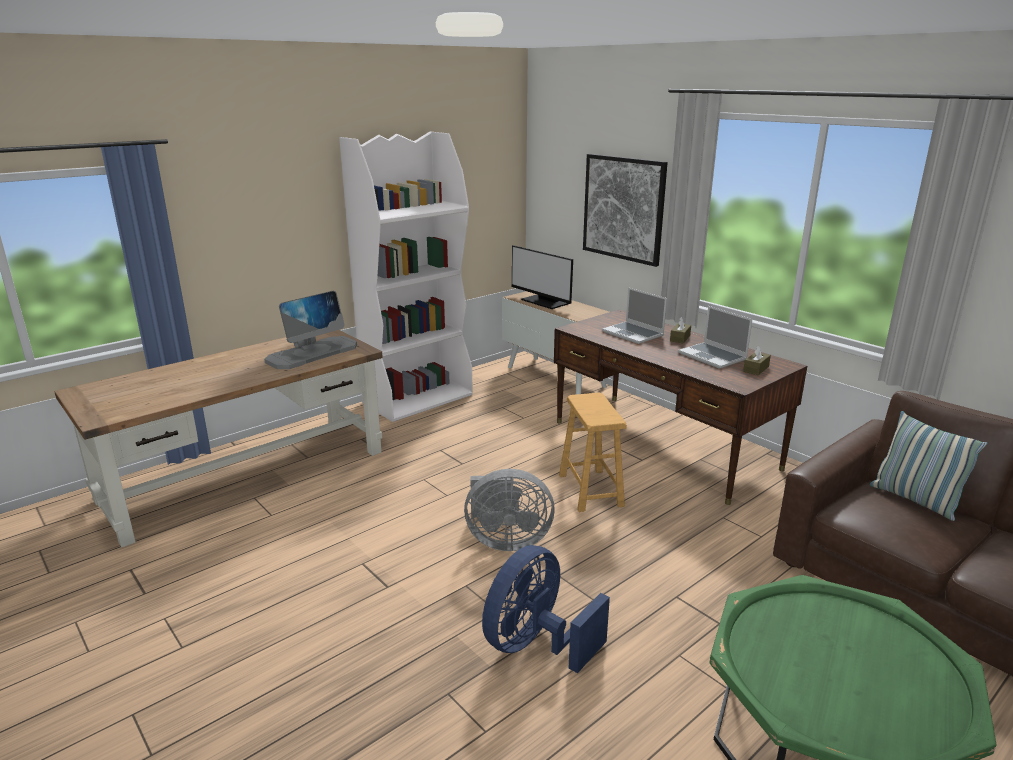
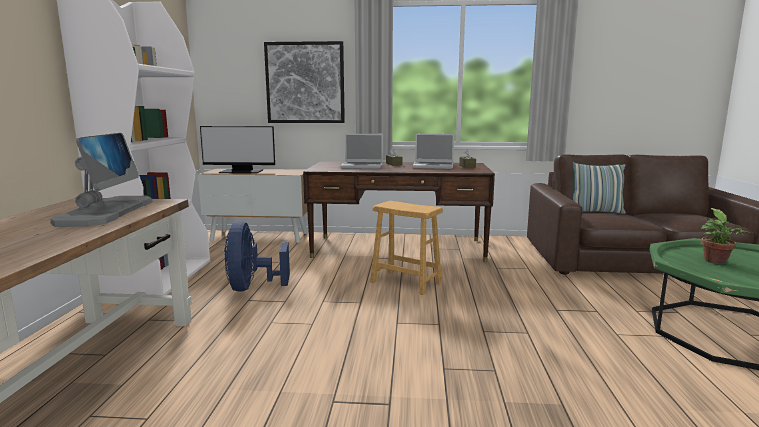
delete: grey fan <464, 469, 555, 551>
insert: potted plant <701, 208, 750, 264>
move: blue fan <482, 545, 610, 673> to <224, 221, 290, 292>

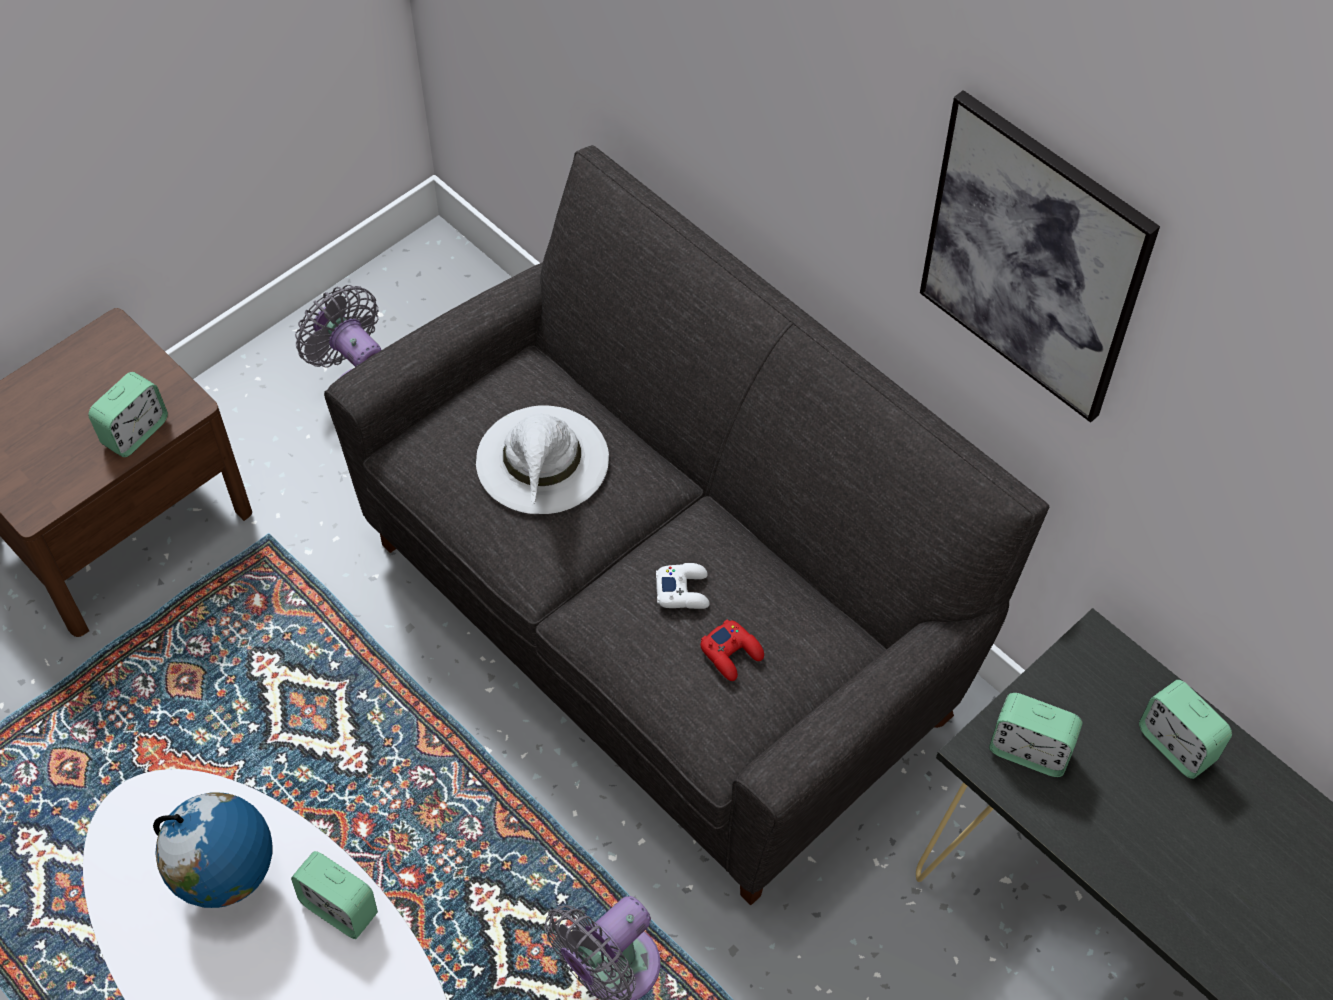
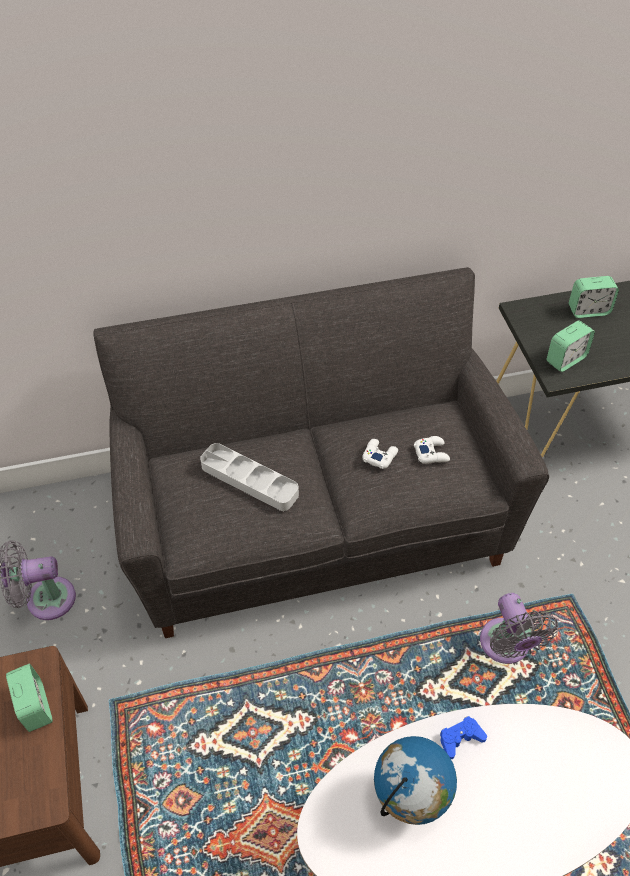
delete: picture <920, 90, 1160, 423>
replace: white hat <476, 405, 609, 514> to grey tray <200, 443, 299, 511>; alarm clock <291, 851, 378, 939> to blue game controller <440, 716, 487, 759>
recolor: red game controller <700, 619, 764, 681> to white game controller <414, 436, 450, 464>

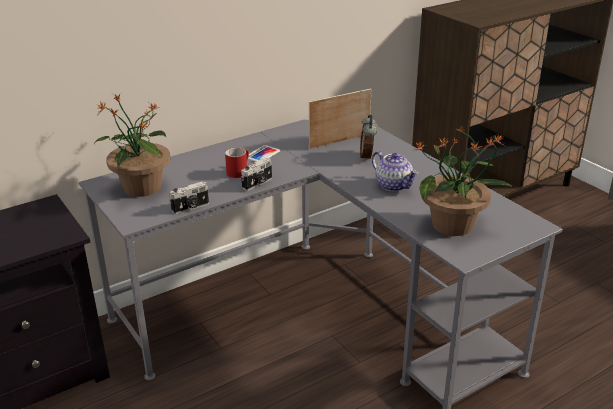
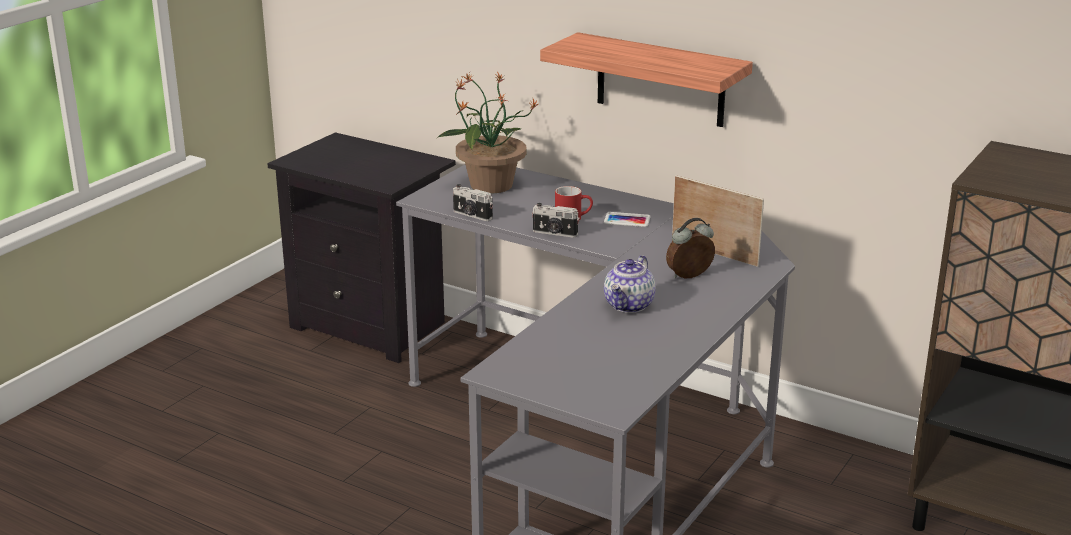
delete: potted plant <411, 126, 513, 236>
insert: shelf <540, 32, 753, 127>

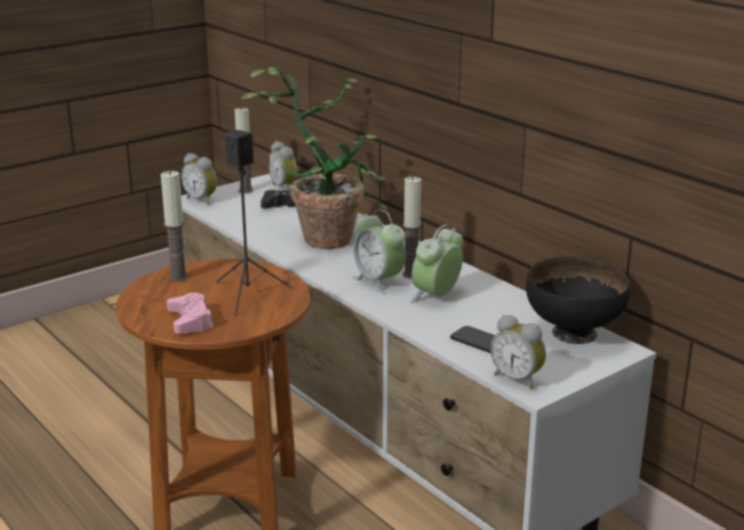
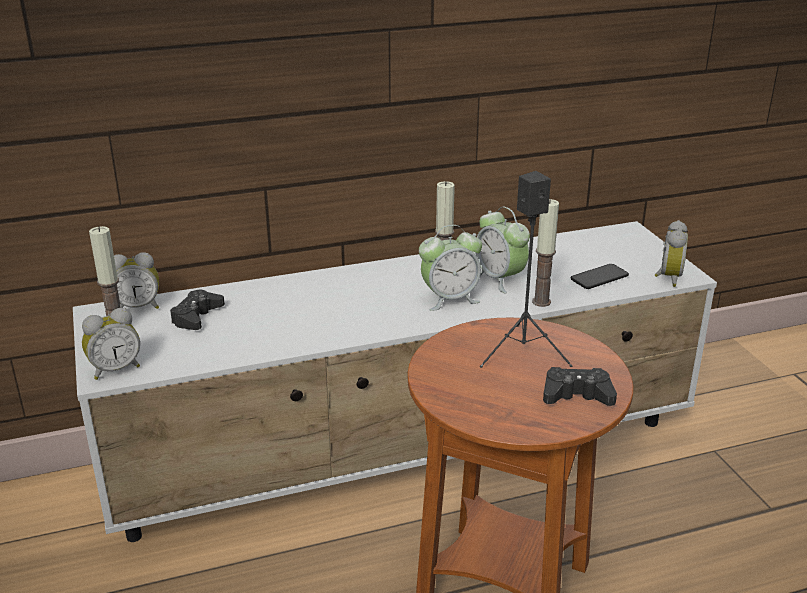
delete: potted plant <241, 66, 388, 249>; black bowl <526, 257, 631, 344>
move: candle <161, 170, 188, 282> to <532, 199, 559, 307>
recolor: pink game controller <167, 293, 213, 334> to black game controller <543, 367, 617, 406>
rotate: alarm clock <491, 315, 546, 390> = <655, 220, 688, 287> 45 degrees counterclockwise

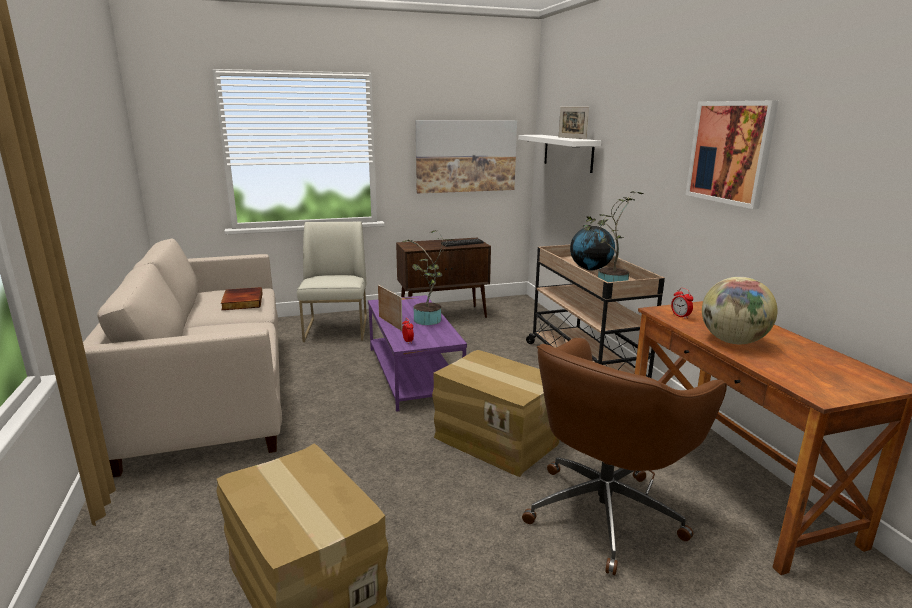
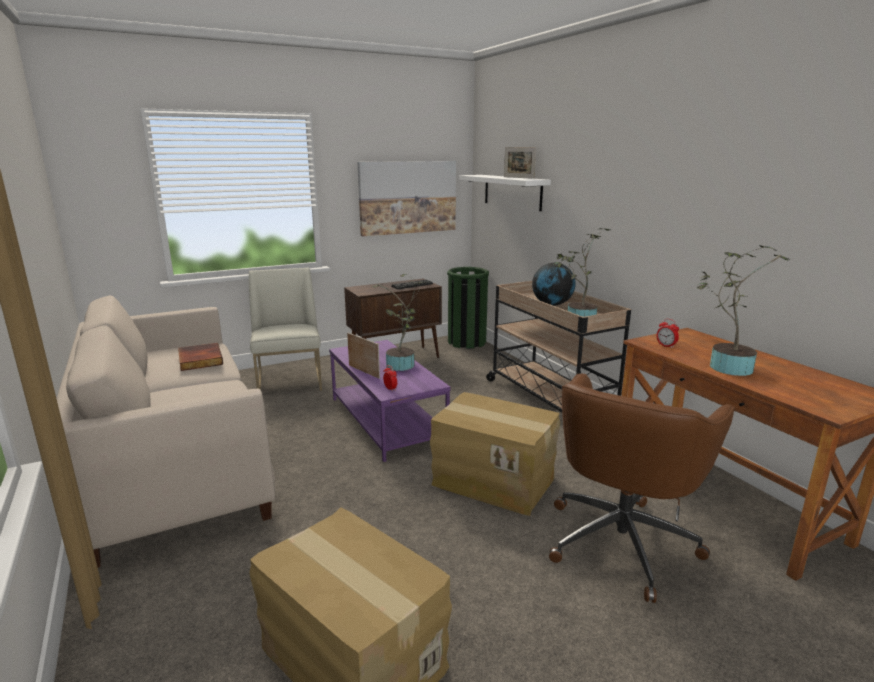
delete: picture <686, 101, 779, 209>
insert: green trash can <447, 267, 489, 349>
replace: globe <702, 277, 778, 344> to potted plant <697, 245, 788, 376>

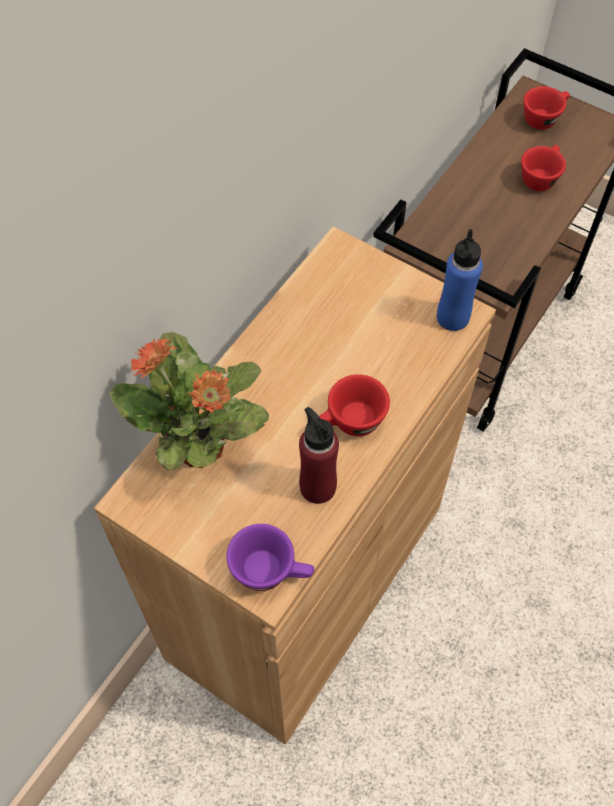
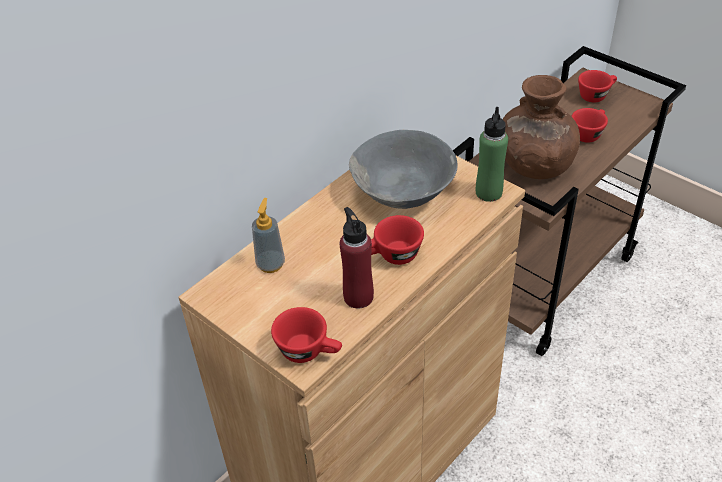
insert: brown vase <503, 75, 580, 179>; grey bowl <349, 130, 458, 209>
replace: potted plant <109, 332, 269, 470> to soap dispenser <252, 198, 285, 273>
recolor: blue bottle <437, 229, 483, 331> to green bottle <476, 107, 508, 202>; purple cup <226, 524, 314, 591> to red cup <271, 307, 342, 363>

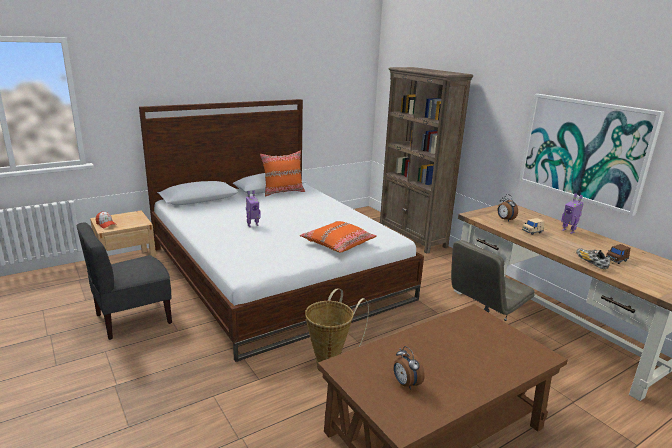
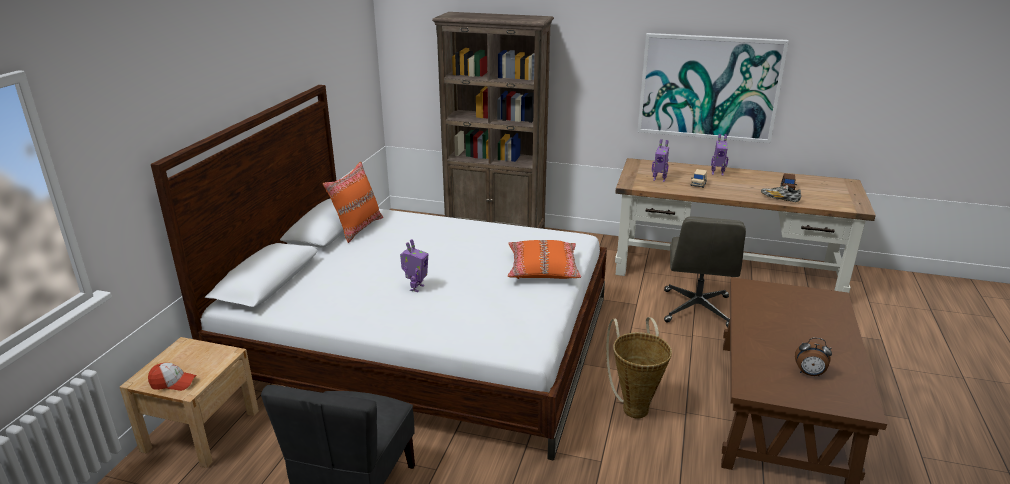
replace: alarm clock <497, 194, 518, 222> to toy robot <652, 139, 669, 182>

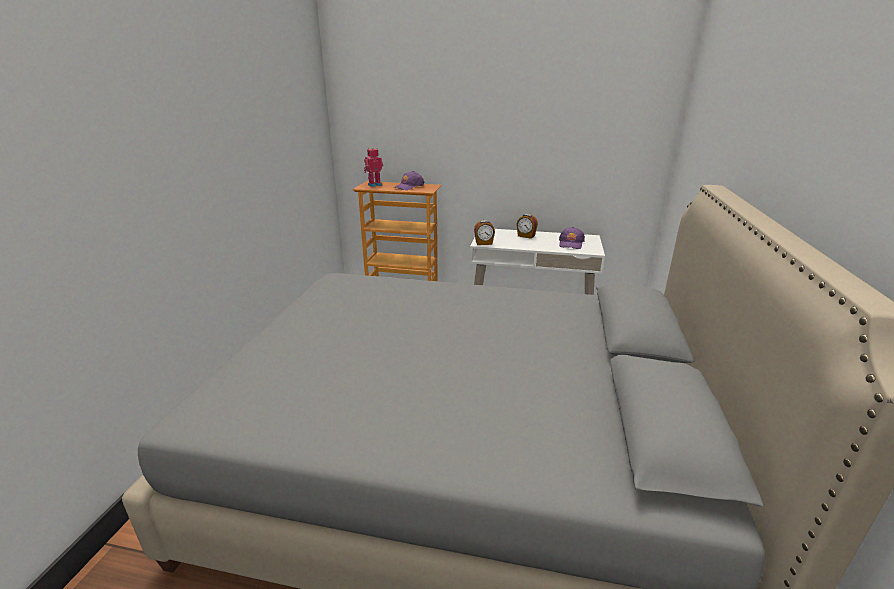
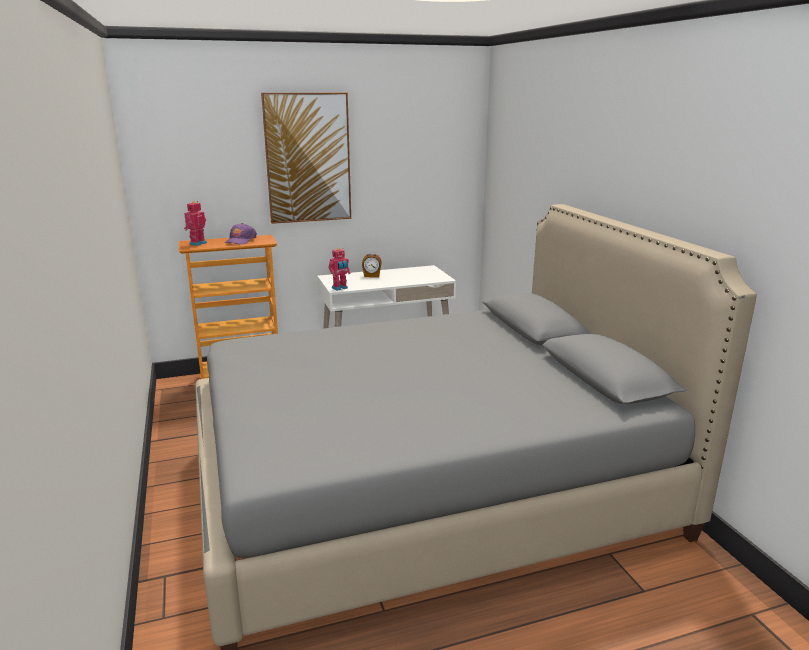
delete: purple cap <559, 227, 585, 249>
insert: picture <261, 93, 351, 224>
replace: alarm clock <474, 220, 495, 245> to toy robot <328, 248, 351, 291>

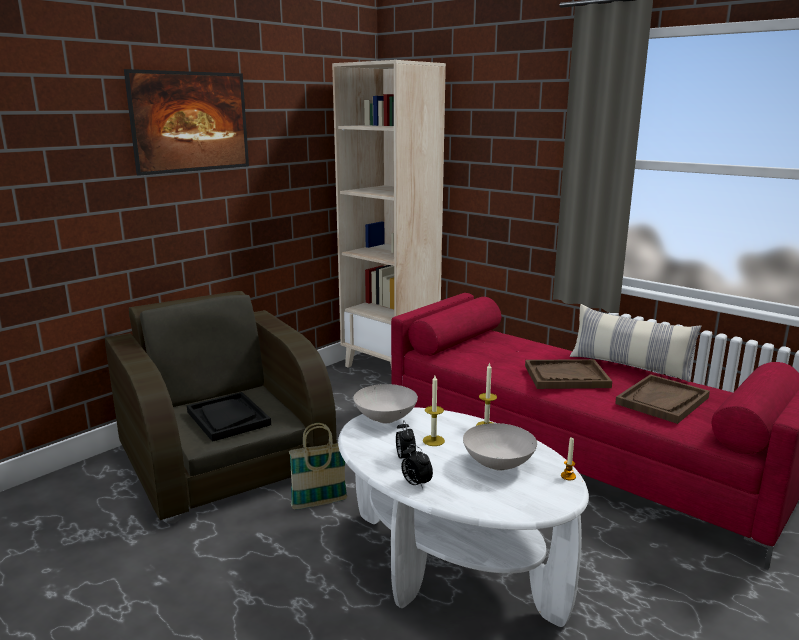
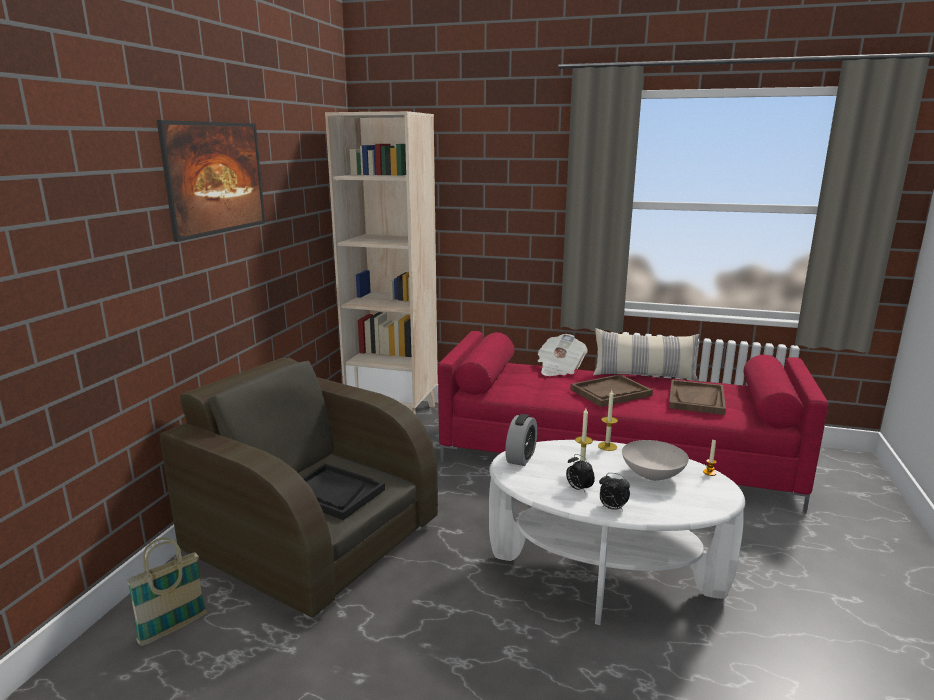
insert: newspaper <538, 334, 587, 376>
move: basket <289, 423, 347, 510> to <126, 537, 207, 646>
replace: white bowl <353, 384, 418, 424> to alarm clock <505, 414, 537, 466>

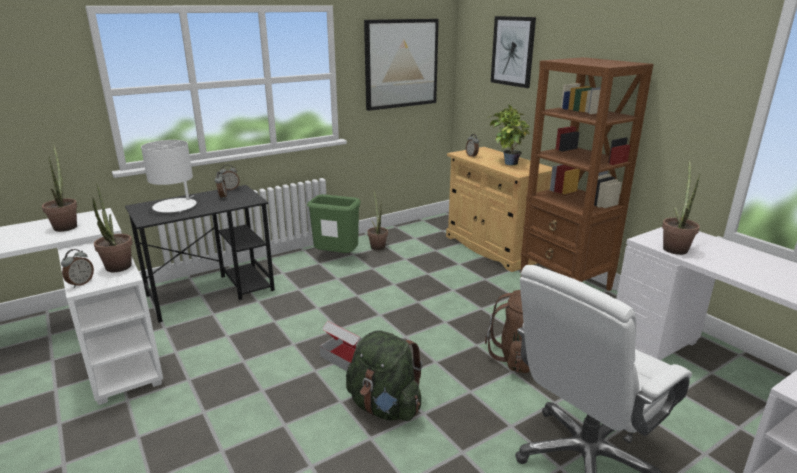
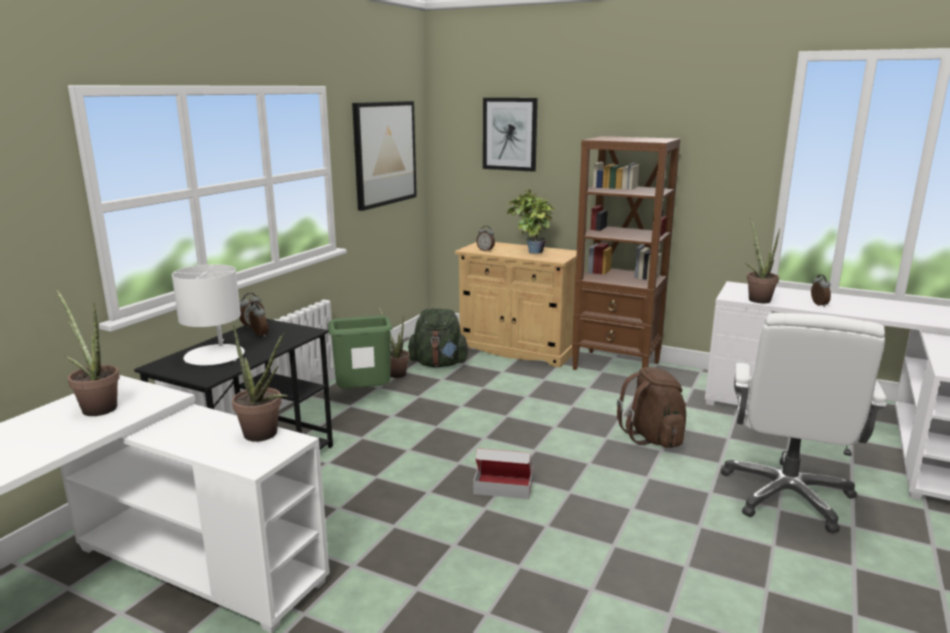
move: alarm clock <61, 249, 94, 288> to <811, 274, 831, 307>; green backpack <346, 330, 423, 421> to <408, 309, 470, 367>

